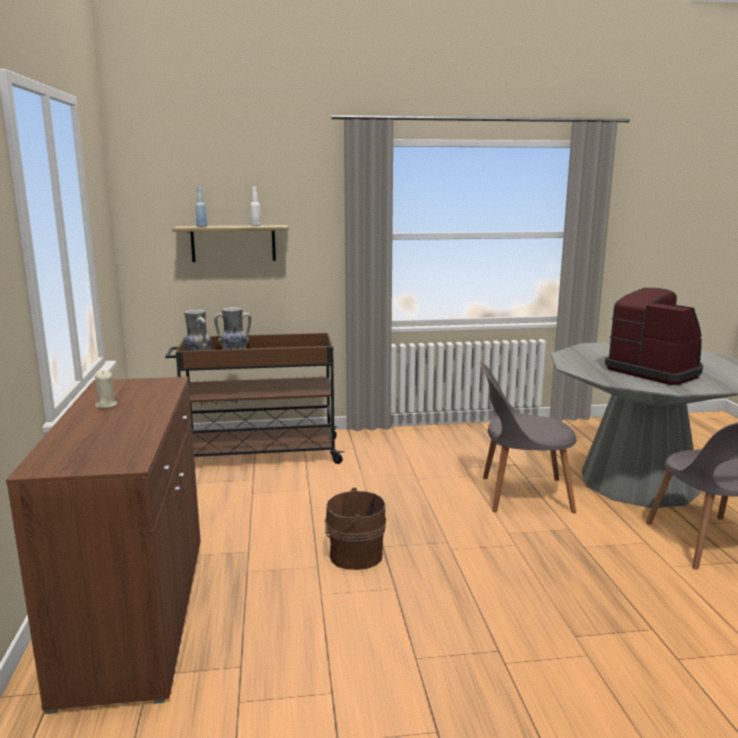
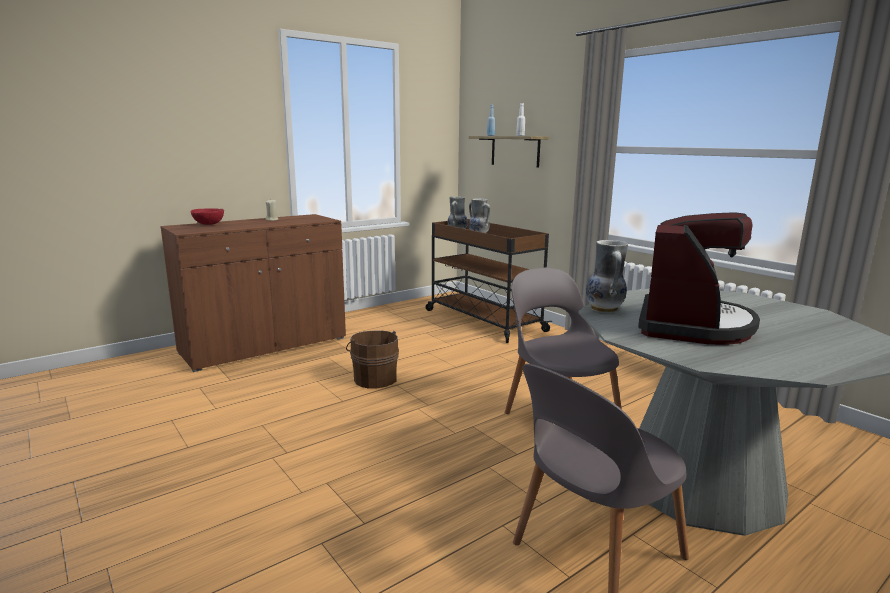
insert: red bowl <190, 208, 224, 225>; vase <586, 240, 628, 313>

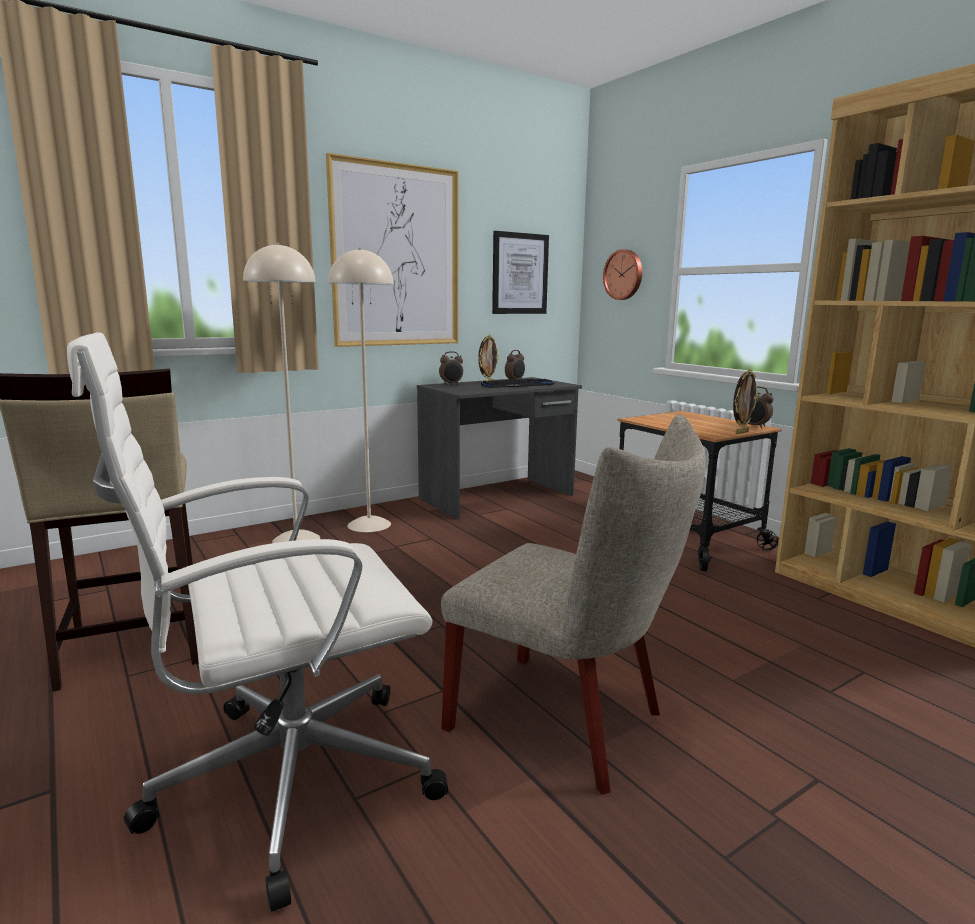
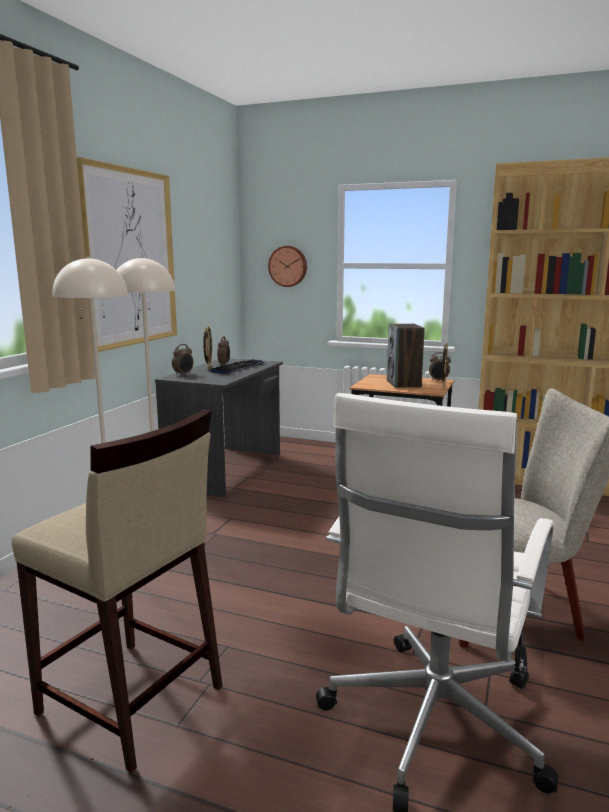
delete: picture <492, 231, 549, 314>
insert: speaker <387, 323, 425, 388>

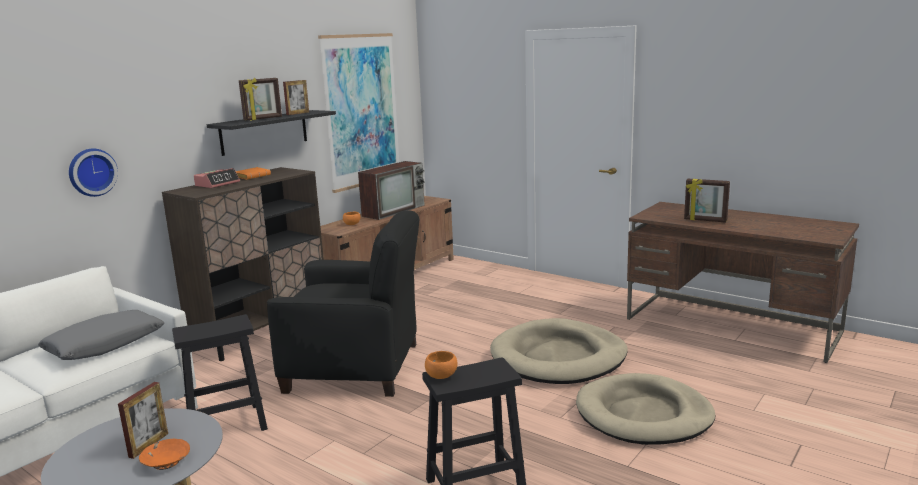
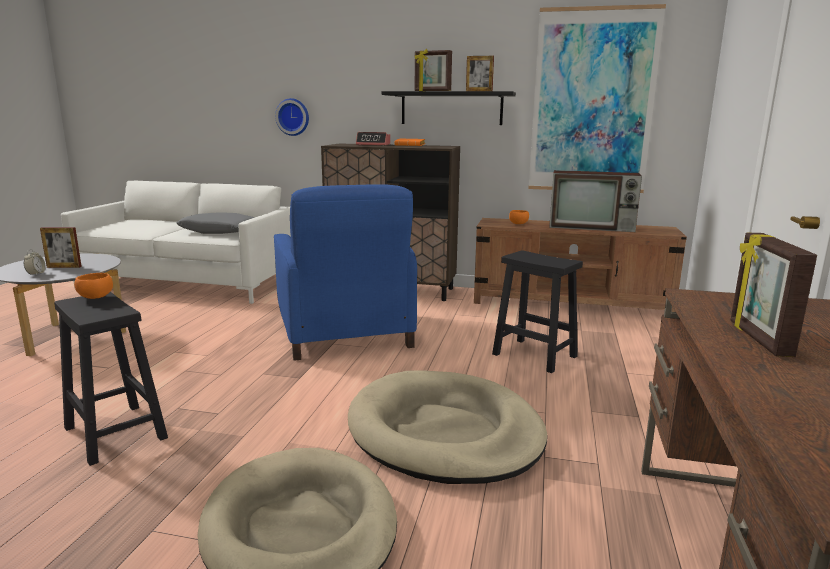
move: black stool <172, 314, 268, 431> to <492, 250, 583, 373>
replace: orange bowl <139, 439, 190, 470> to alarm clock <24, 249, 46, 276>
recolor: black armchair <267, 211, 419, 397> to blue armchair <274, 184, 417, 361>

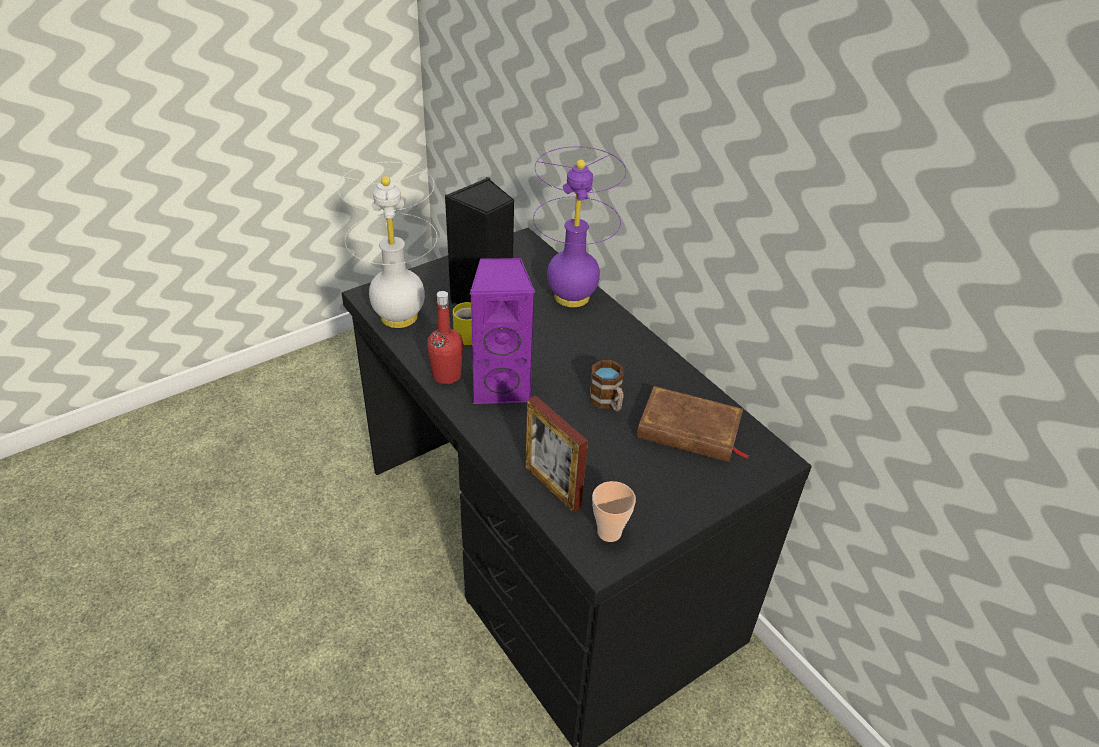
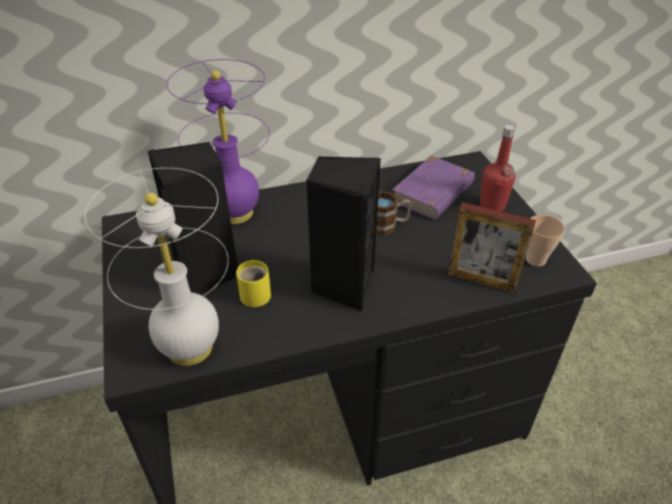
move: red bottle <427, 291, 463, 384> to <480, 125, 516, 211>
recolor: purple speaker <469, 258, 535, 404> to black speaker <306, 157, 381, 312>; brown book <637, 386, 749, 462> to purple book <392, 156, 475, 220>
rotate: picture frame <525, 395, 588, 513> = <448, 202, 536, 293> 45 degrees clockwise

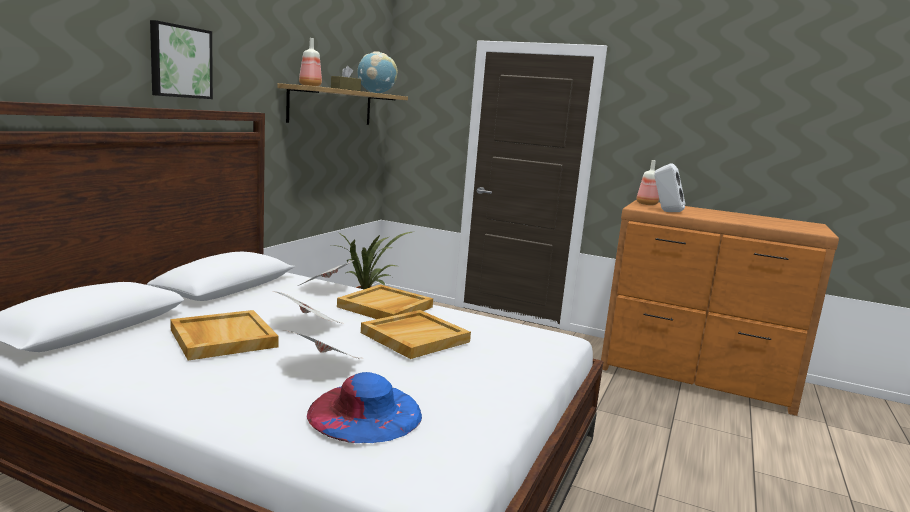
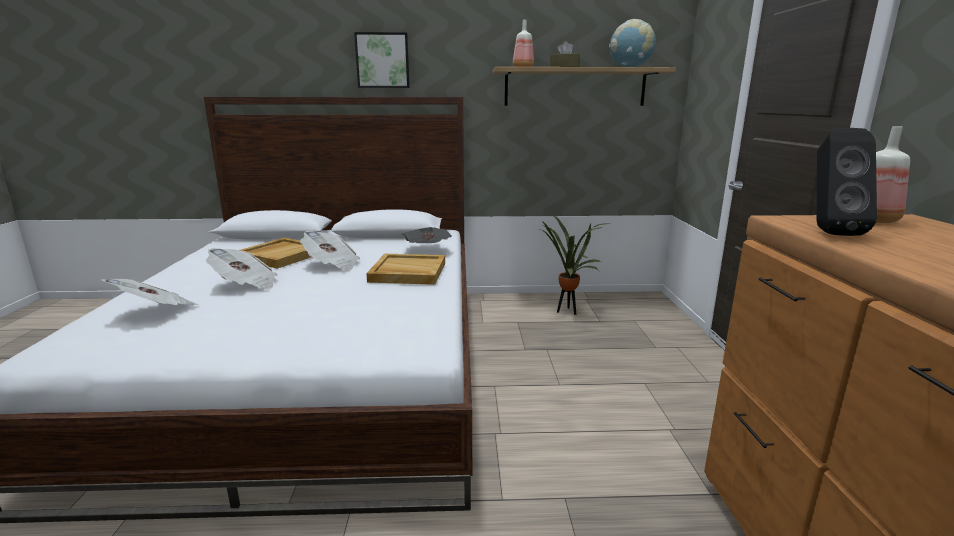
delete: beige tray <361, 310, 471, 359>
replace: blue hat <307, 372, 422, 443> to newspaper <101, 279, 199, 305>
recolor: white speaker <654, 163, 685, 212> to black speaker <817, 128, 877, 236>

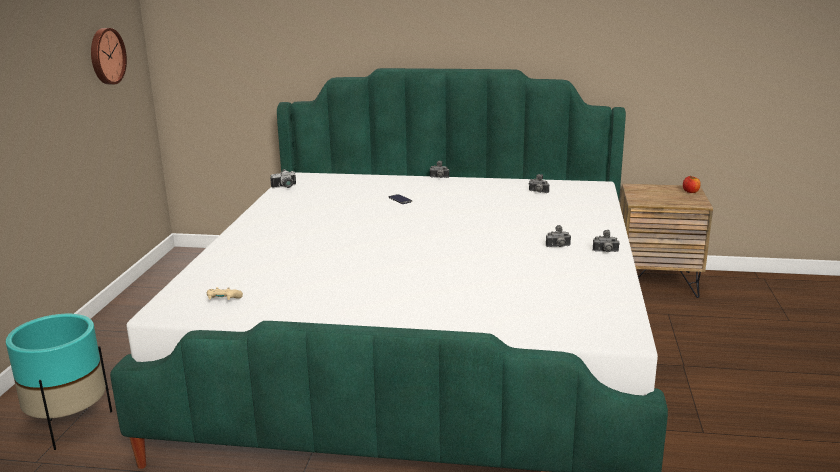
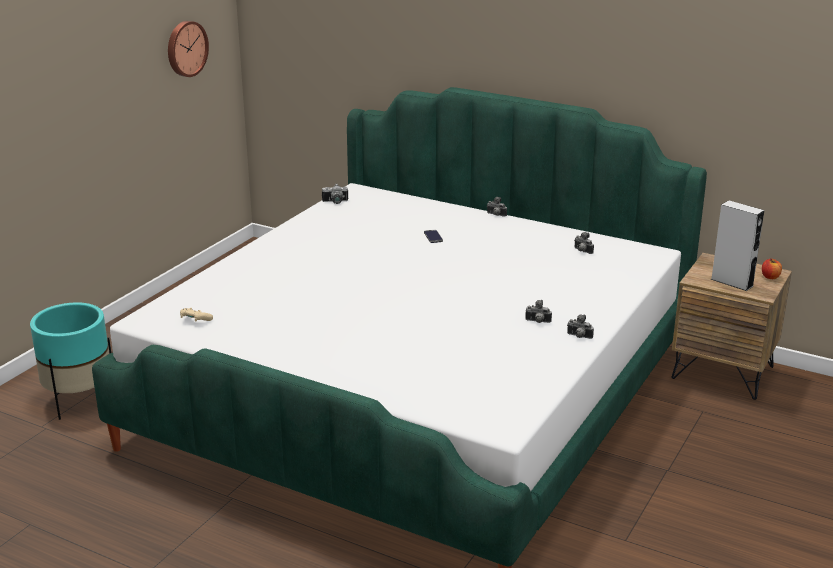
insert: grey speaker <710, 200, 764, 291>

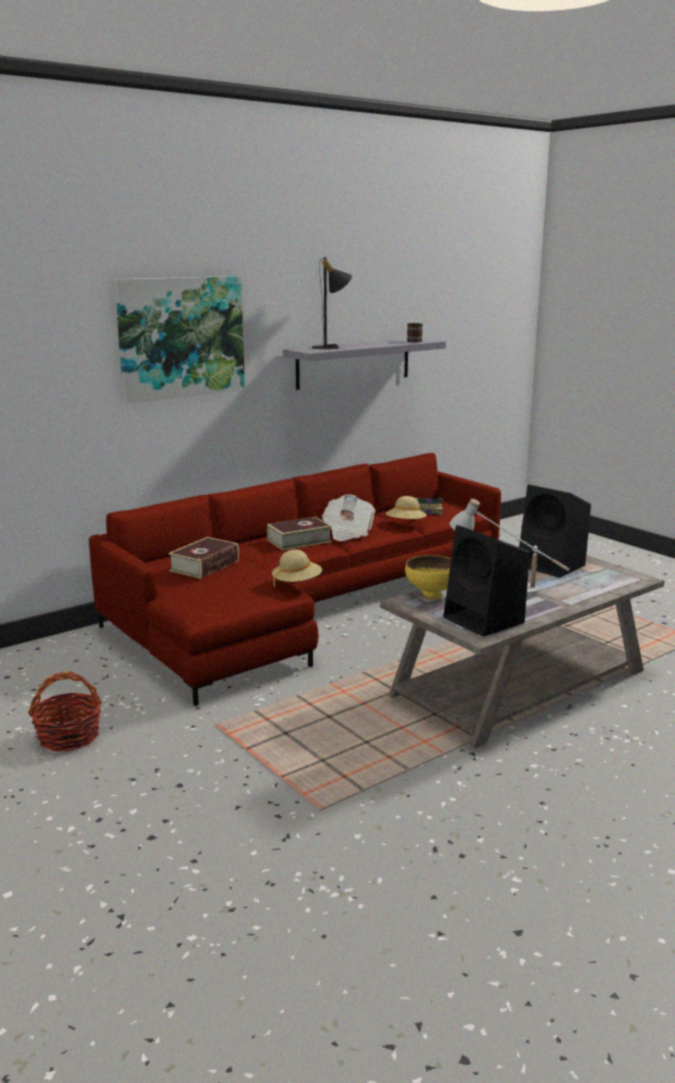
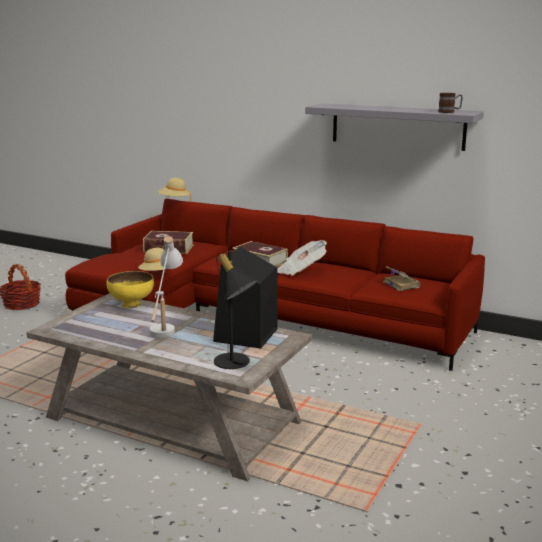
delete: picture <114, 276, 245, 403>; black speaker <443, 525, 530, 637>
move: black table lamp <312, 257, 352, 349> to <214, 251, 258, 369>; beige hat <386, 496, 427, 519> to <158, 178, 191, 201>

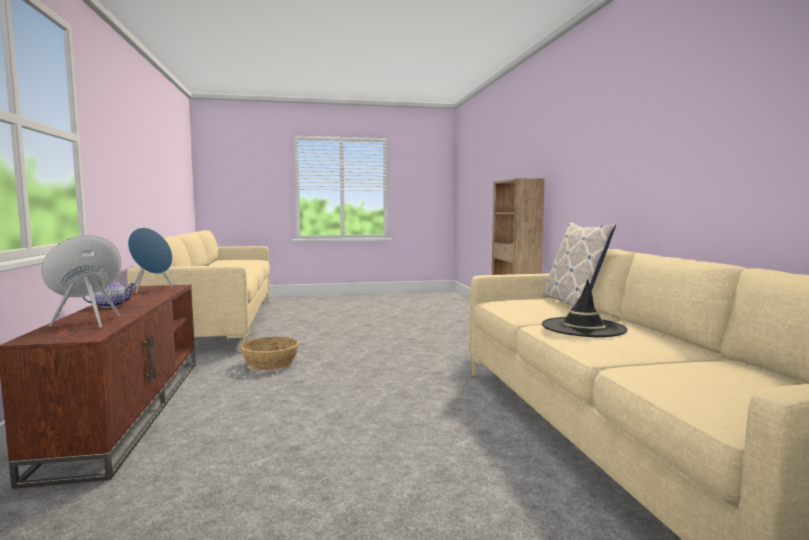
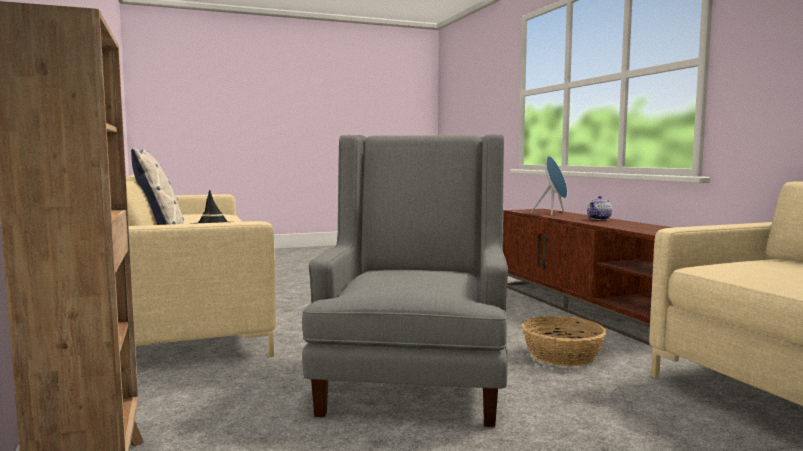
delete: blue speaker <128, 228, 173, 294>
insert: grey armchair <302, 134, 508, 427>

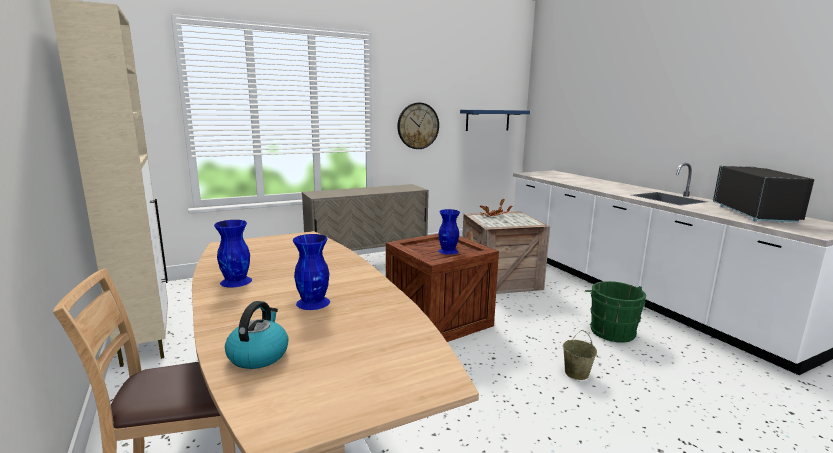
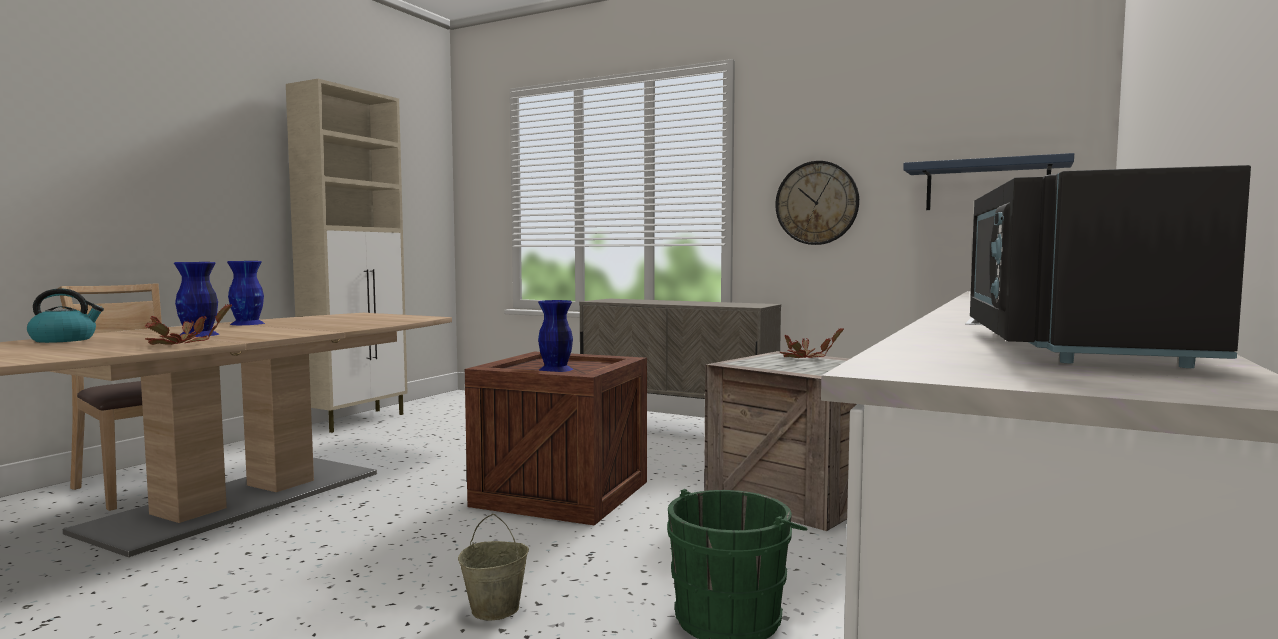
insert: potted plant <145, 303, 232, 345>
rotate: black microwave <713, 166, 814, 223> = <970, 165, 1251, 368> 135 degrees clockwise

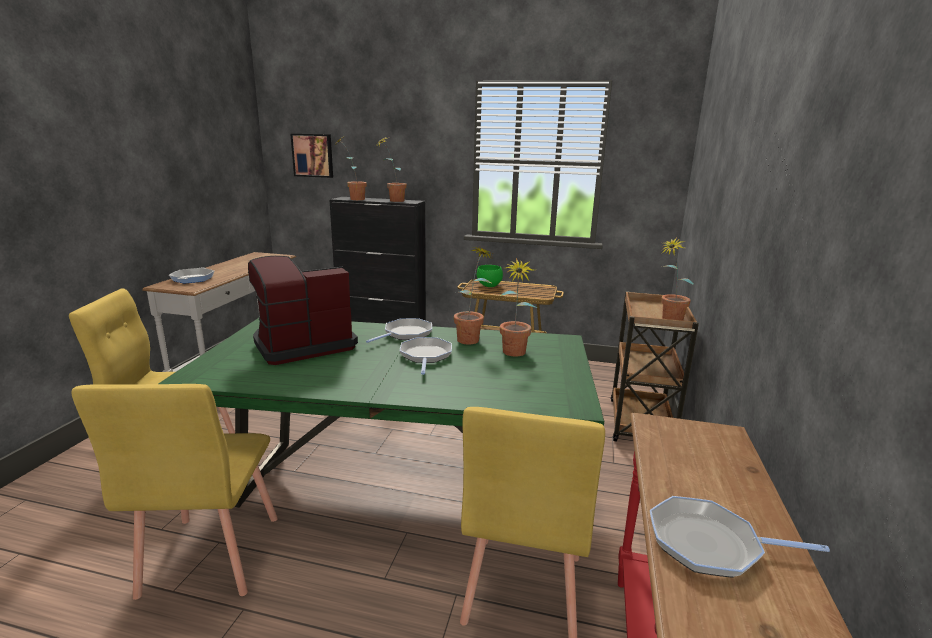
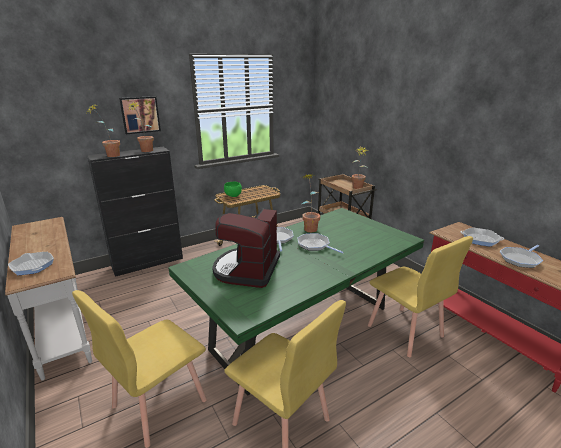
delete: potted plant <500, 258, 537, 357>
insert: frying pan <461, 227, 504, 247>
move: picture <290, 134, 333, 178> to <119, 96, 161, 134>

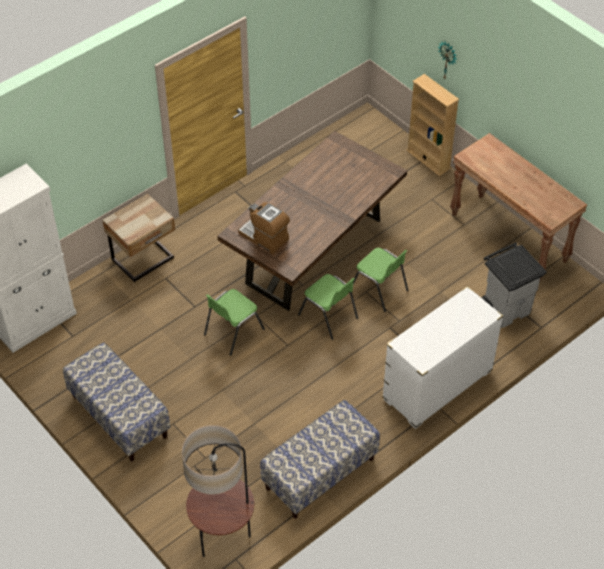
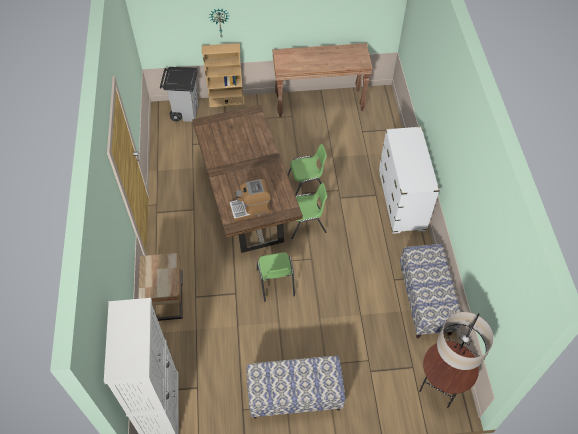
move: grey trash can <482, 242, 547, 328> to <160, 67, 198, 122>

